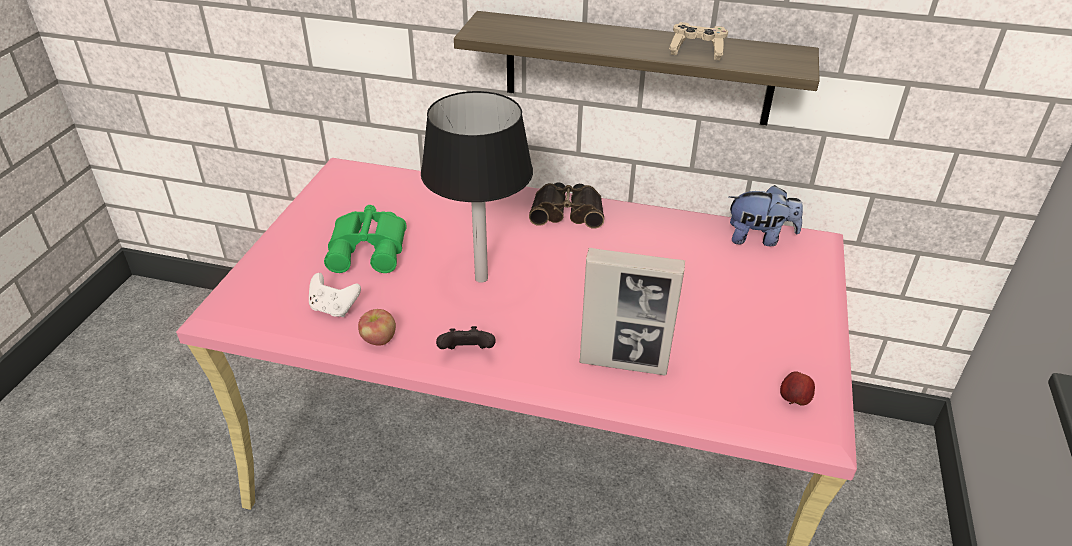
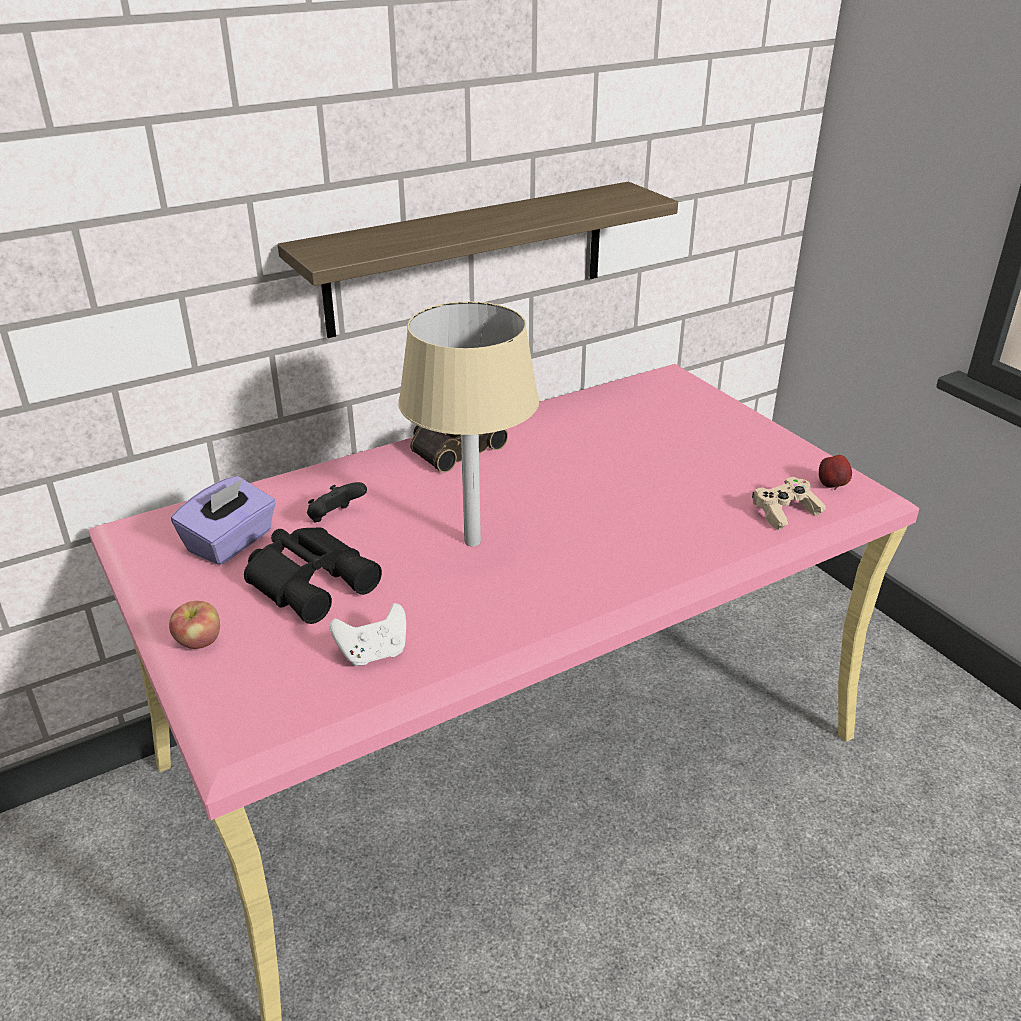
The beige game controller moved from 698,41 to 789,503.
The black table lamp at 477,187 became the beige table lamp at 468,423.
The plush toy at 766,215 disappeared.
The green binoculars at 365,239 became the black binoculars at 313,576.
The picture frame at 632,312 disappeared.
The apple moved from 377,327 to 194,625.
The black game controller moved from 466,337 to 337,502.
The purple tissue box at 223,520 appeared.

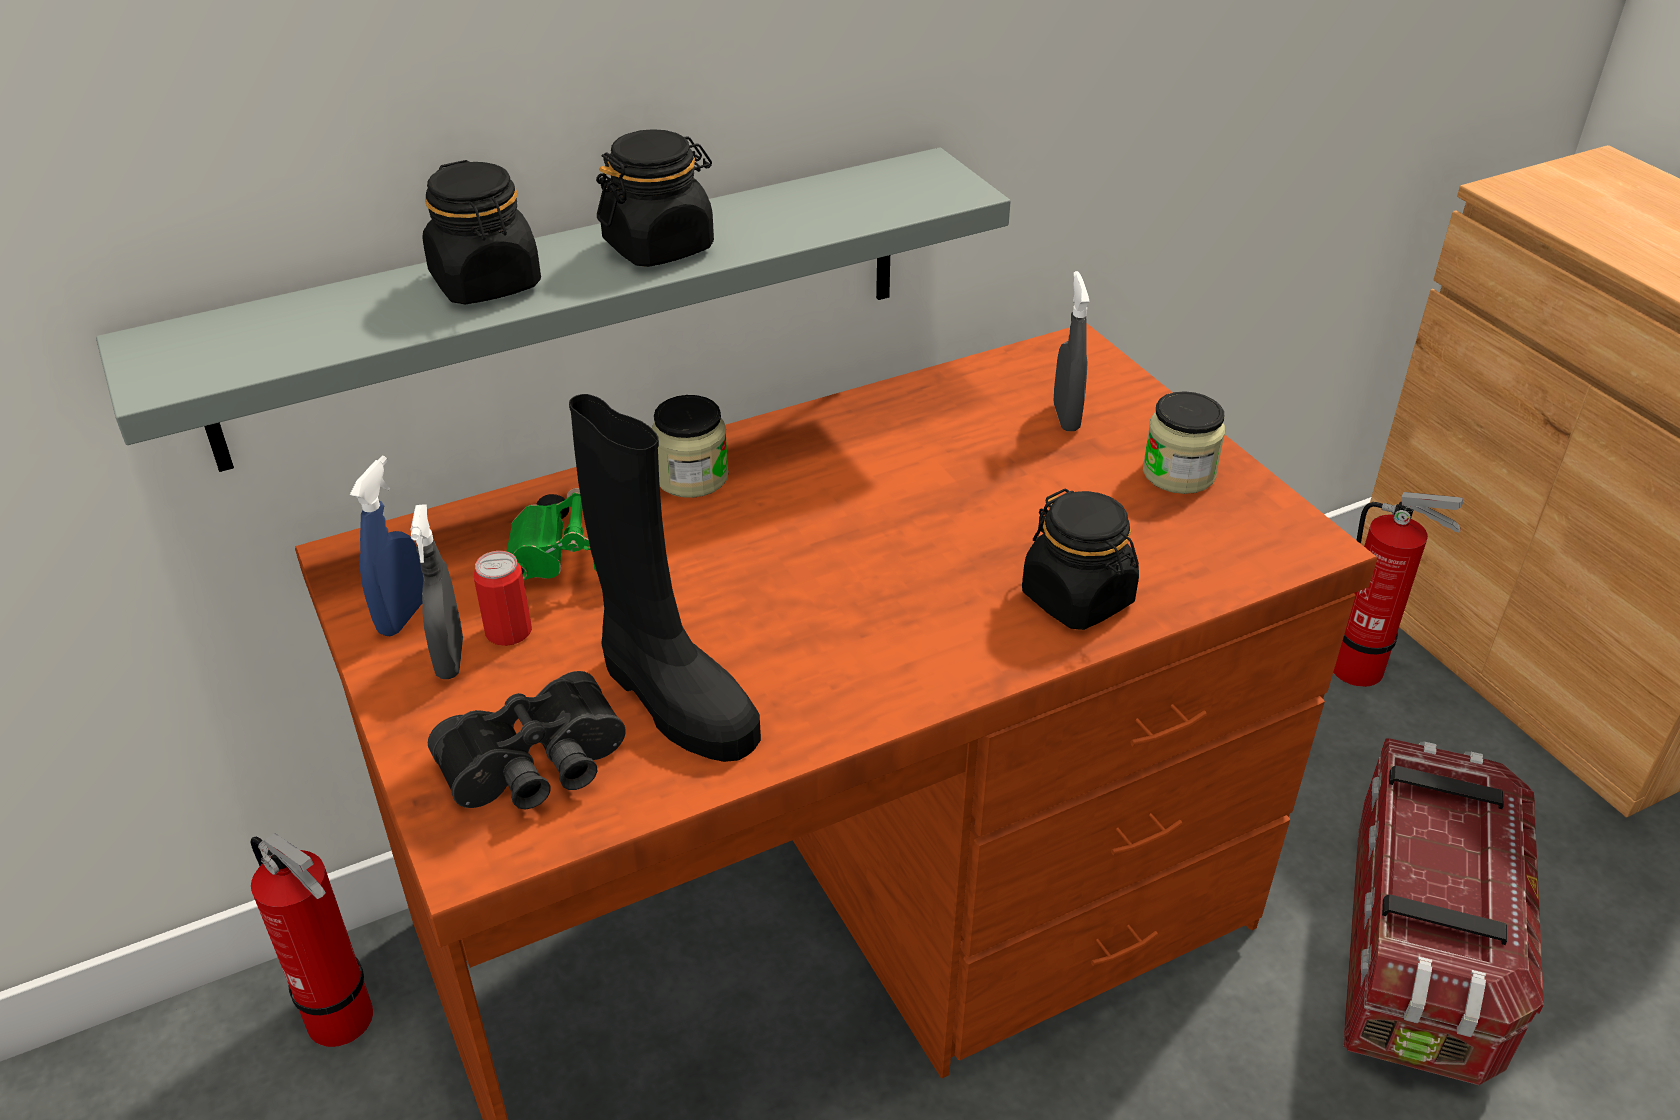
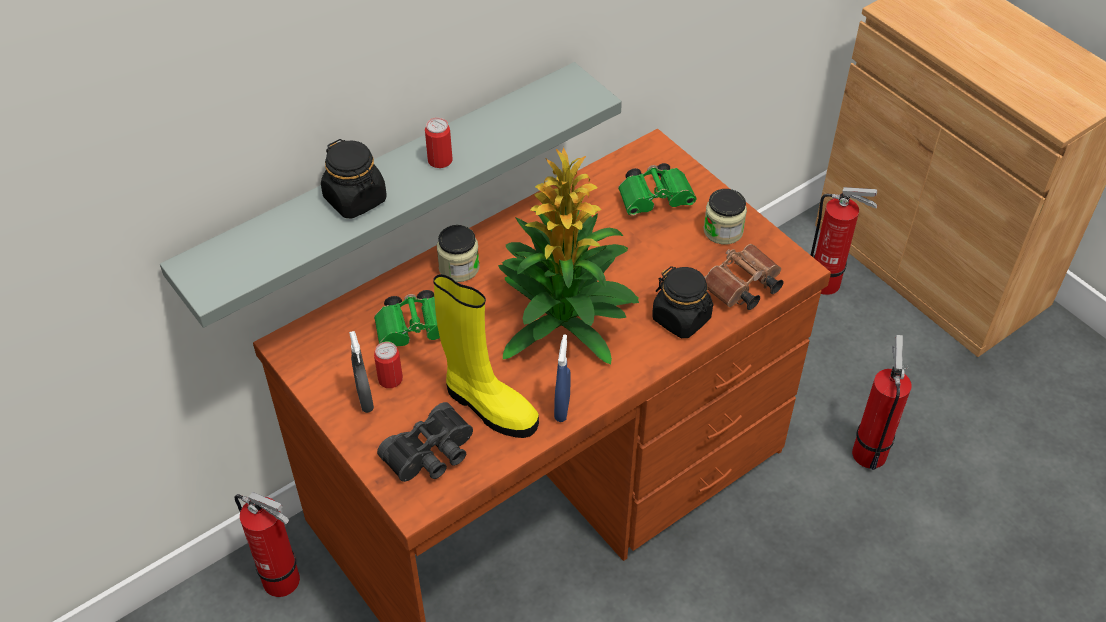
The black jar at 655,198 was replaced by the can at 439,143.
The grey spray bottle at 1071,351 was replaced by the green binoculars at 657,189.
The black boot at 665,578 became the yellow boot at 486,356.
The blue spray bottle moved from 386,546 to 562,378.
The storage box at 1443,911 was replaced by the fire extinguisher at 882,402.
The potted plant at 568,255 appeared.
The brown binoculars at 743,277 appeared.

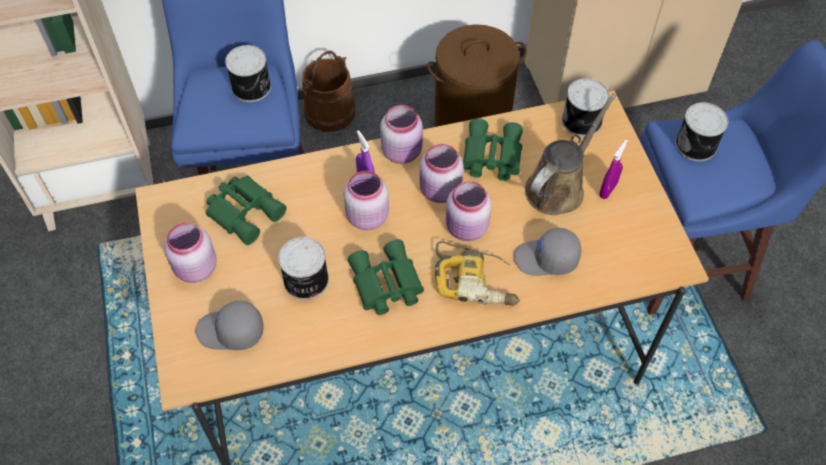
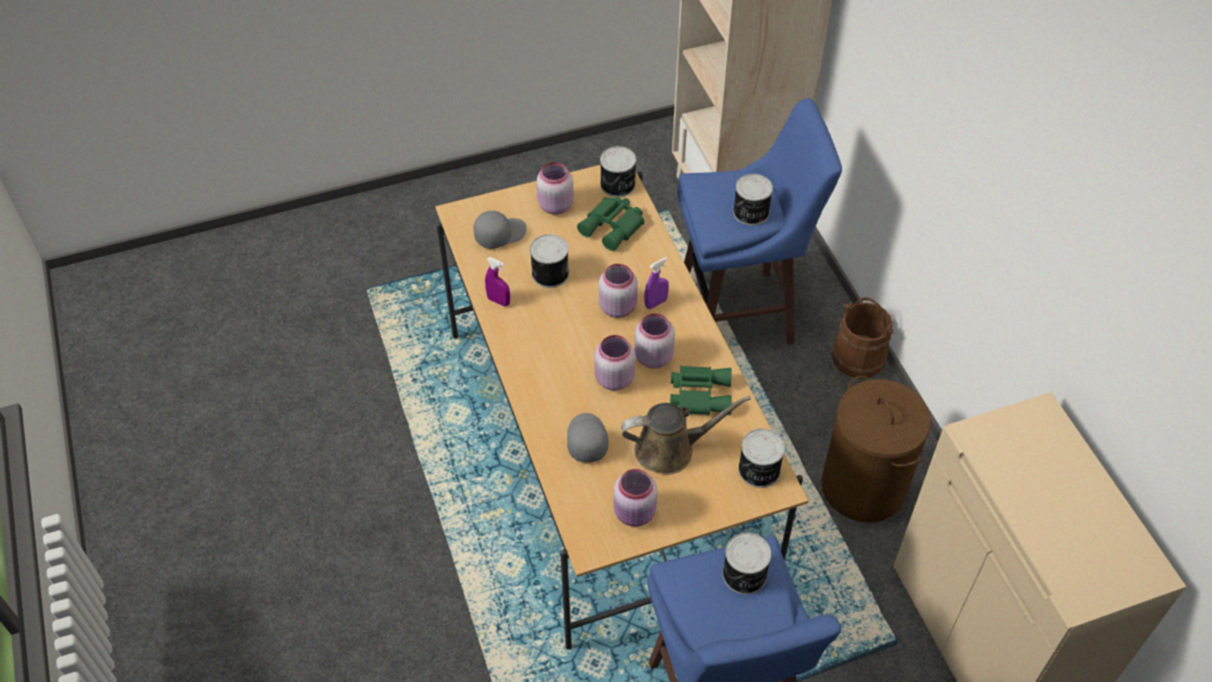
The brown watering can at 571,154 turned 45 degrees counterclockwise.
The pink jar moved from 401,134 to 635,498.
The purple spray bottle moved from 613,169 to 497,281.
The green binoculars at 386,277 disappeared.
The power drill at 477,273 disappeared.
The grey cap at 229,325 turned 60 degrees clockwise.
The can at 618,171 appeared.

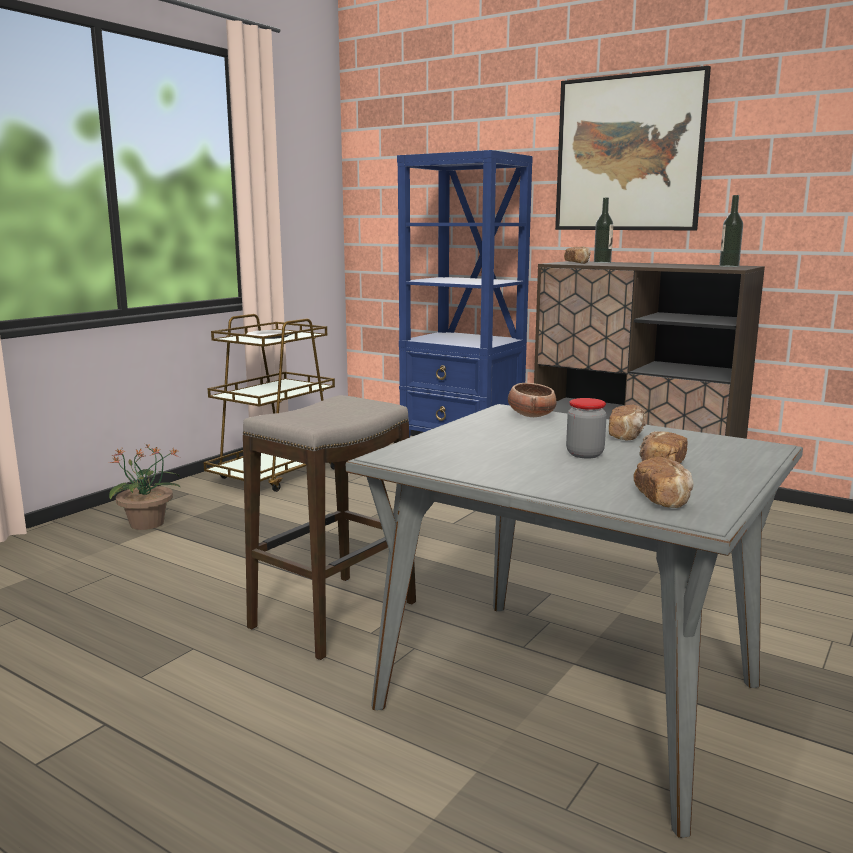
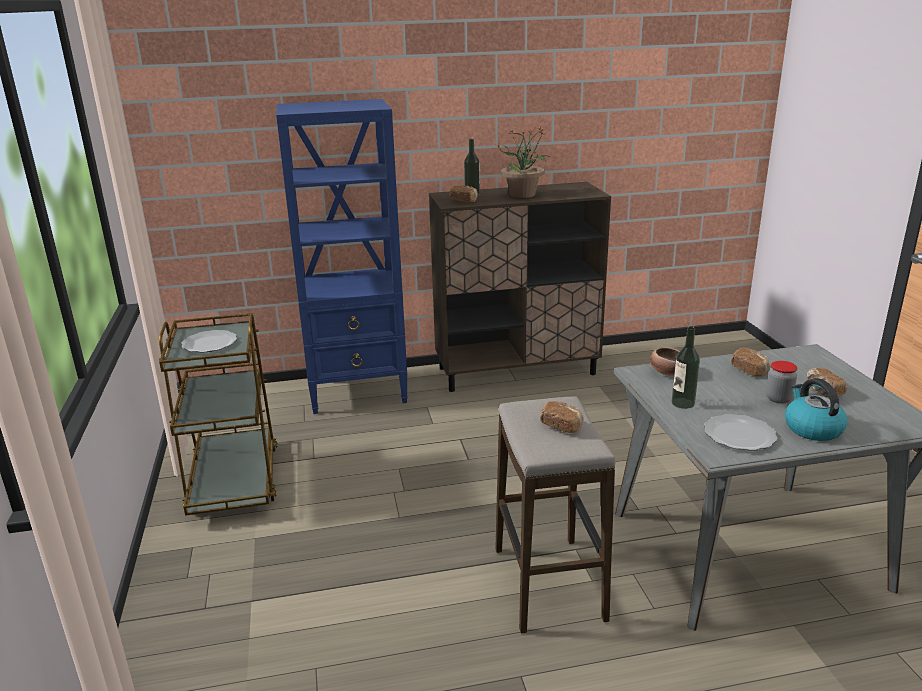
The picture at 633,148 disappeared.
The bottle moved from 731,231 to 686,367.
The potted plant moved from 145,487 to 523,161.
The bread moved from 664,482 to 561,417.
The kettle at 816,409 appeared.
The plate at 740,432 appeared.

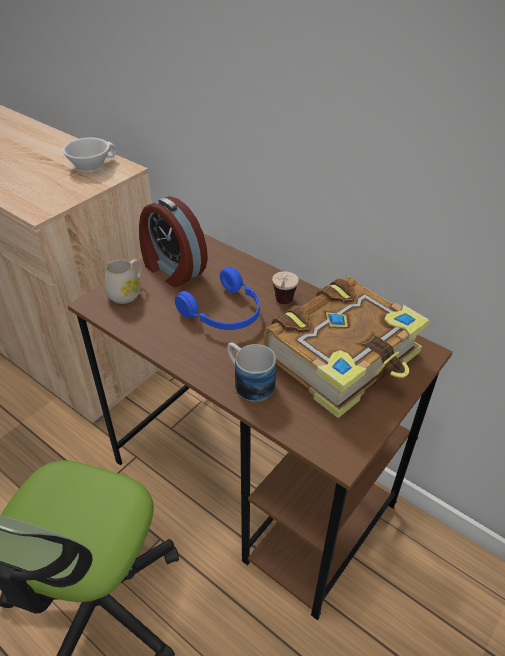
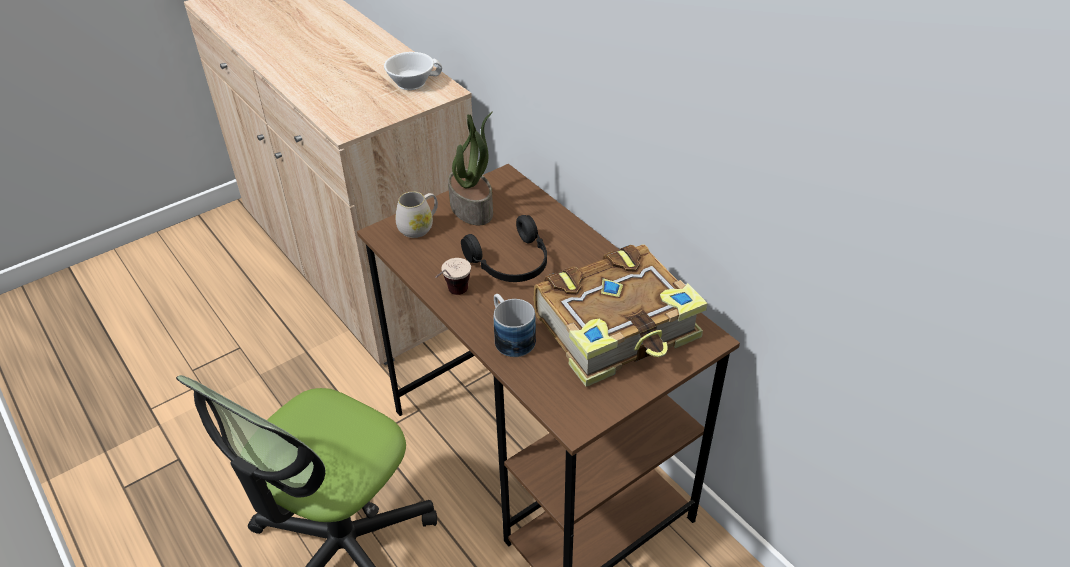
The alarm clock at 173,241 was replaced by the potted plant at 470,168.
The blue headphones at 217,298 became the black headphones at 504,248.
The cup moved from 285,287 to 453,276.

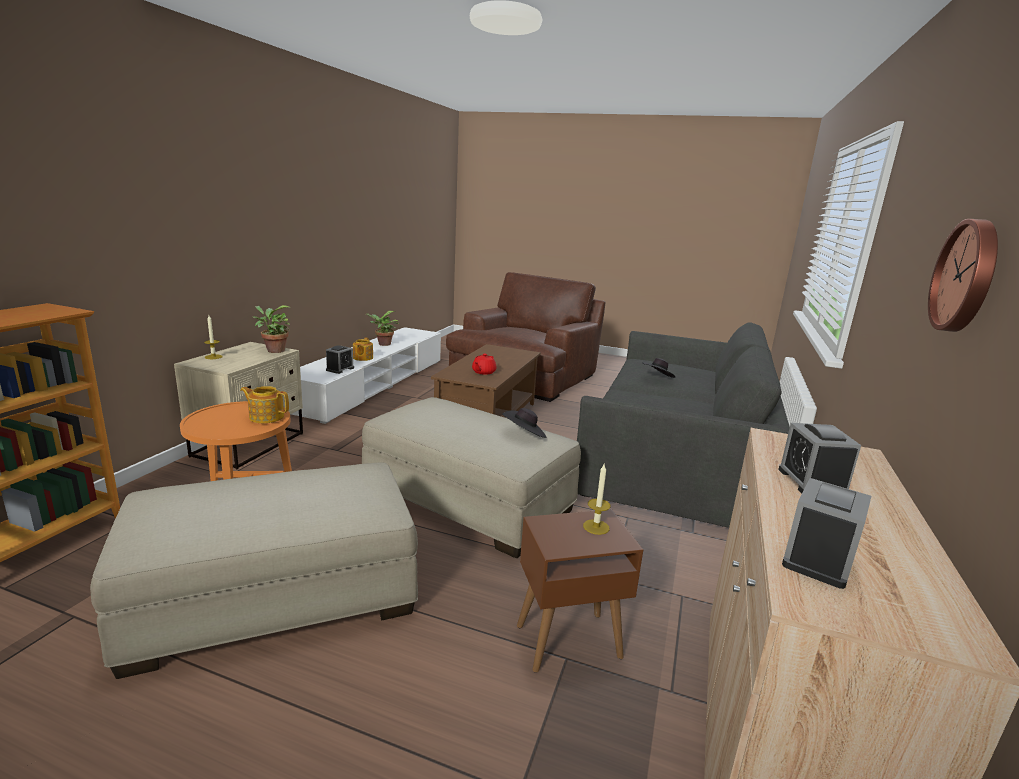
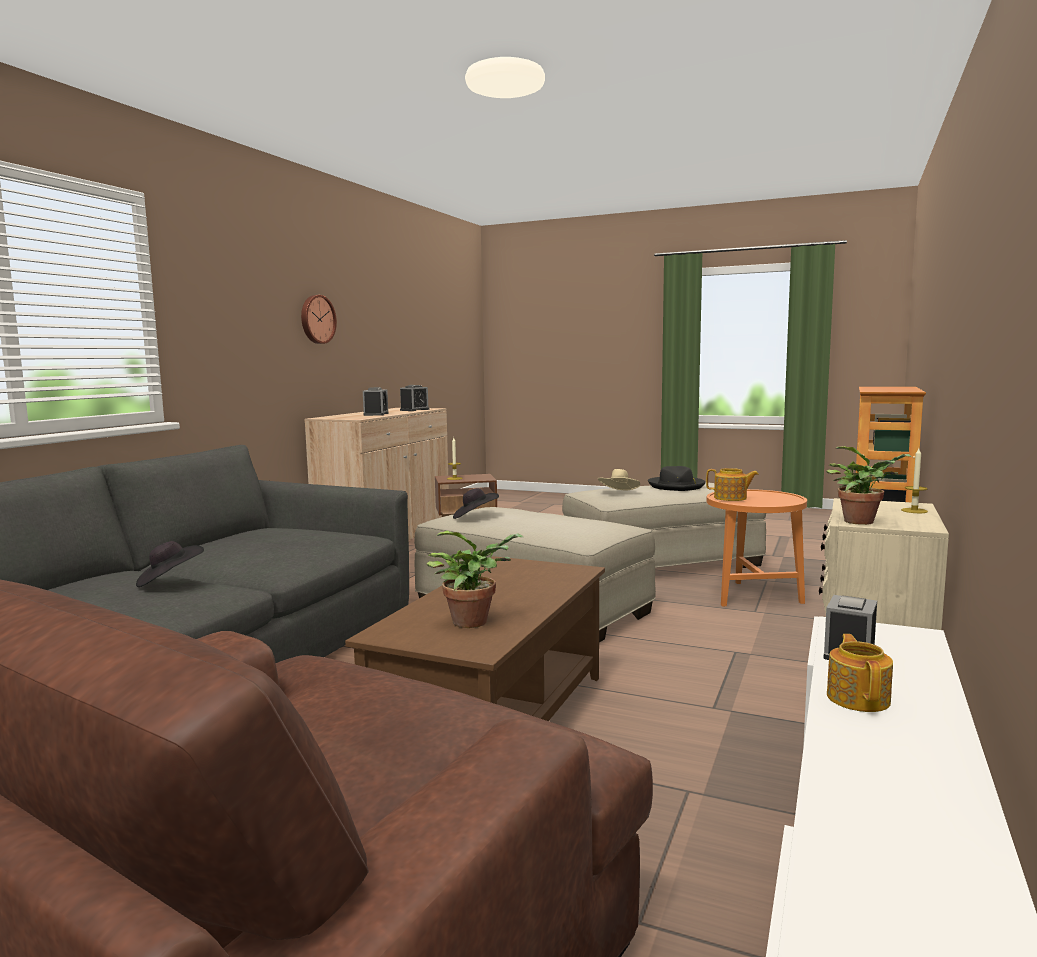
The potted plant moved from 383,328 to 474,579.
The red teapot at 484,364 disappeared.
The black hat at 676,478 appeared.
The beige hat at 619,479 appeared.

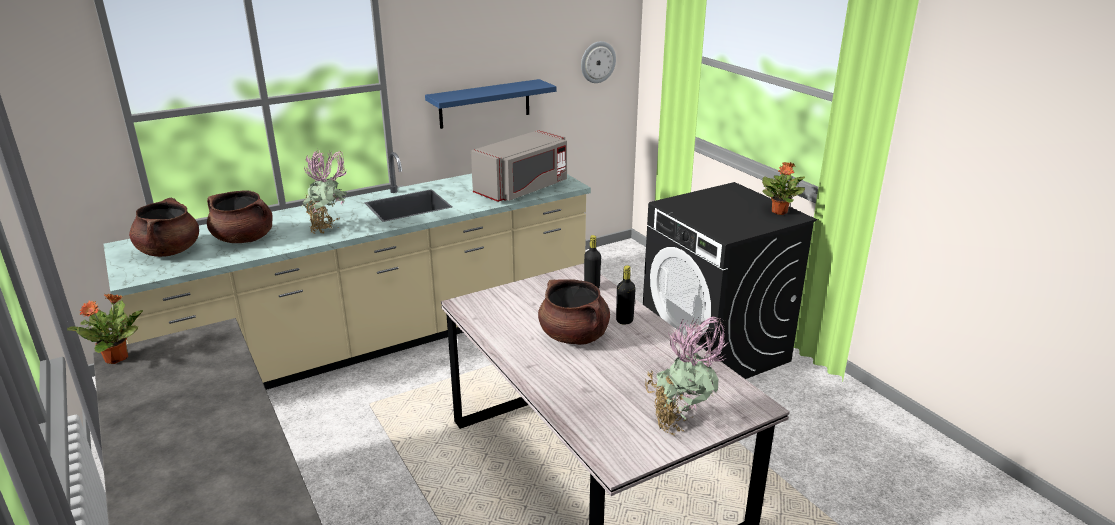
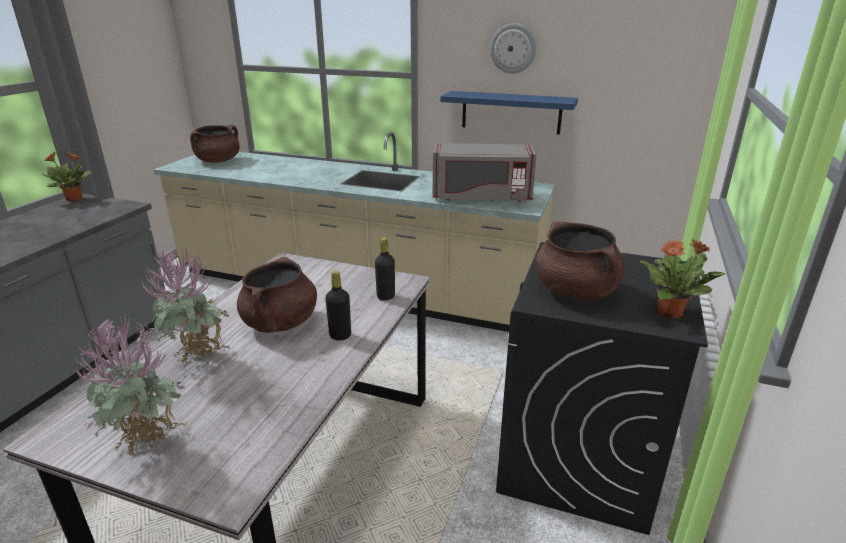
The wall clock moved from 598,62 to 513,48.
The potted plant moved from 324,191 to 185,304.
The brown cooking pot moved from 240,216 to 580,261.

